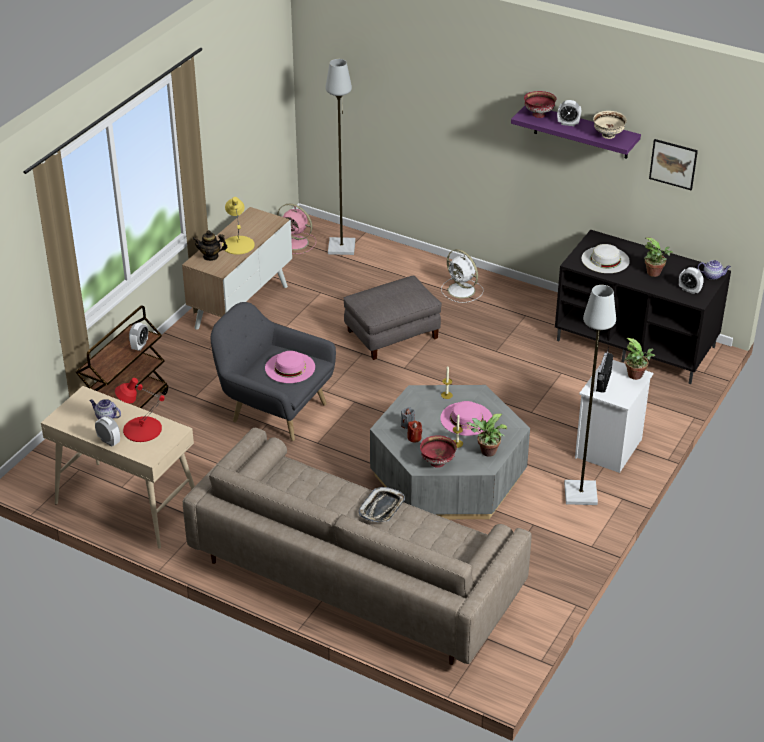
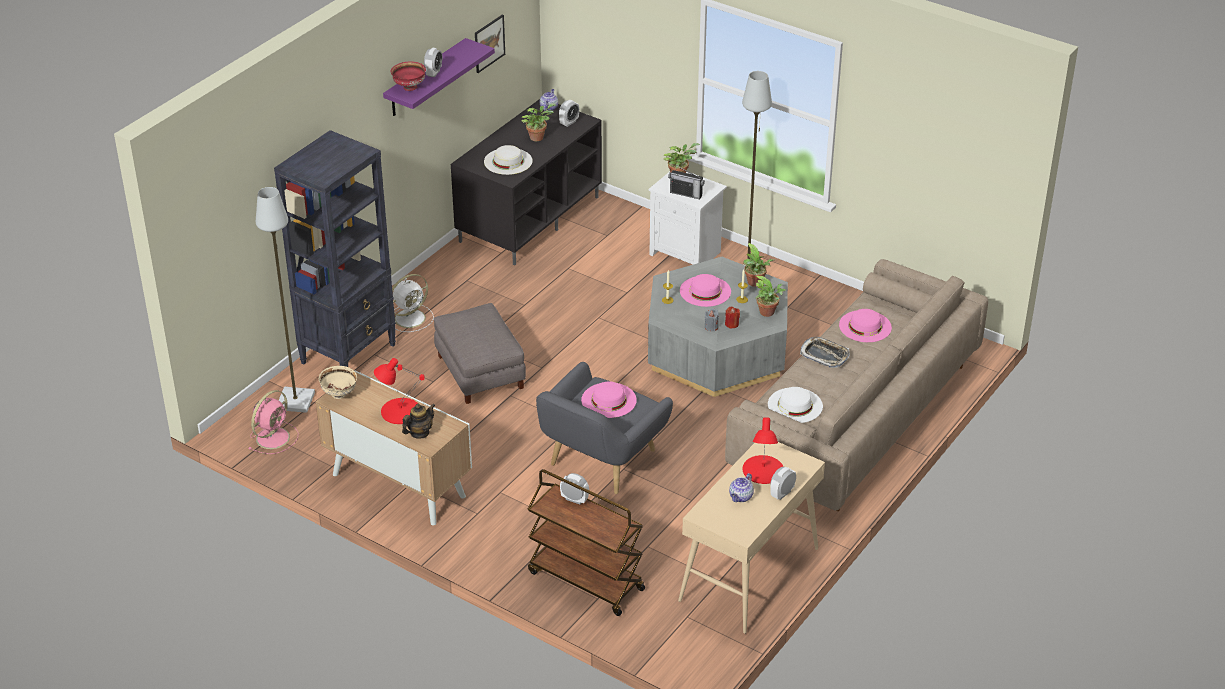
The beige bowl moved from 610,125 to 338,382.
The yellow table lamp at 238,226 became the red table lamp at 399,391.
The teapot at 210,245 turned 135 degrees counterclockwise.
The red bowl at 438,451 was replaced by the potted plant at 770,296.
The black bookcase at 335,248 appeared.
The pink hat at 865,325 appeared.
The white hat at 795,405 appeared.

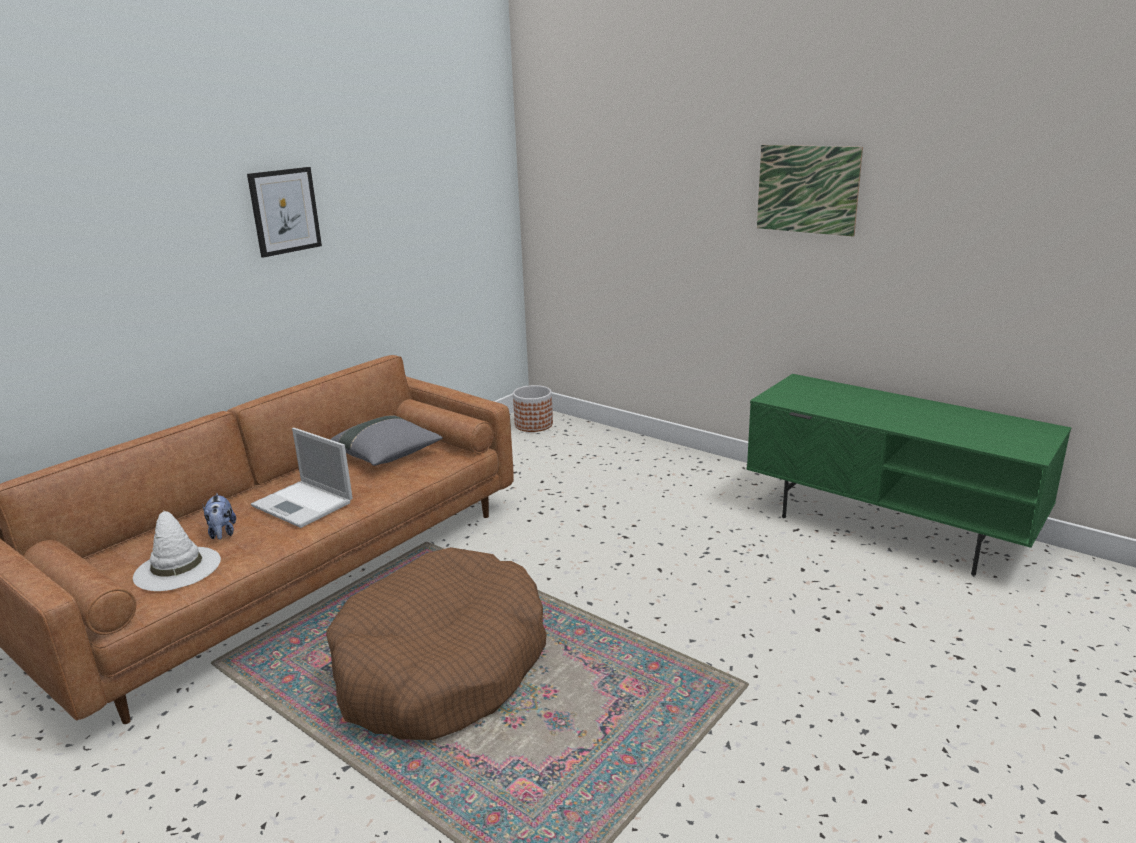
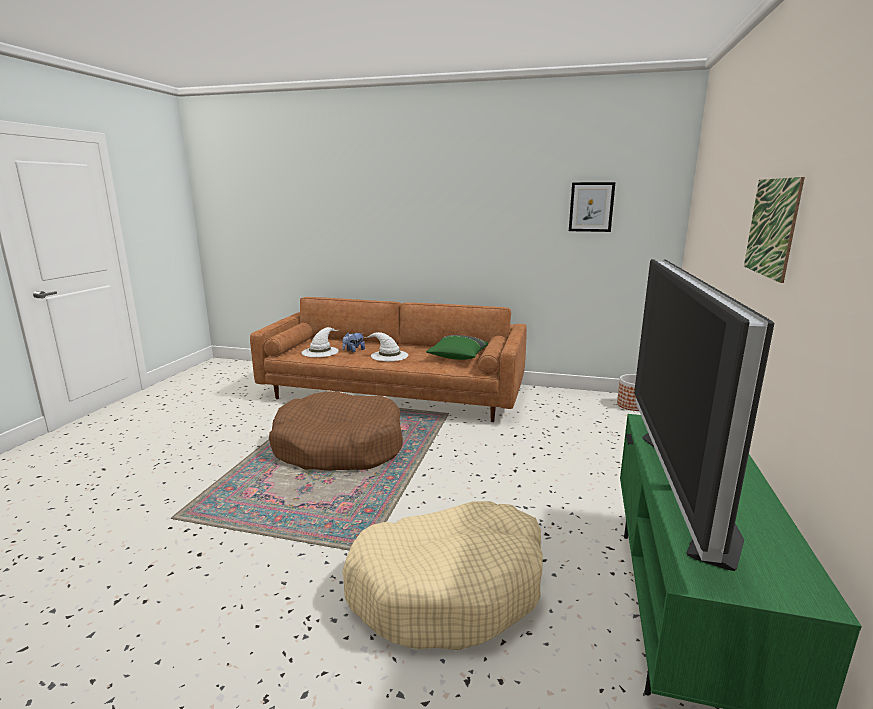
The picture moved from 284,212 to 592,207.
The grey pillow at 386,441 became the green pillow at 457,347.
The laptop at 302,478 was replaced by the white hat at 386,346.
The television at 704,415 appeared.
The beige dog bed at 443,575 appeared.

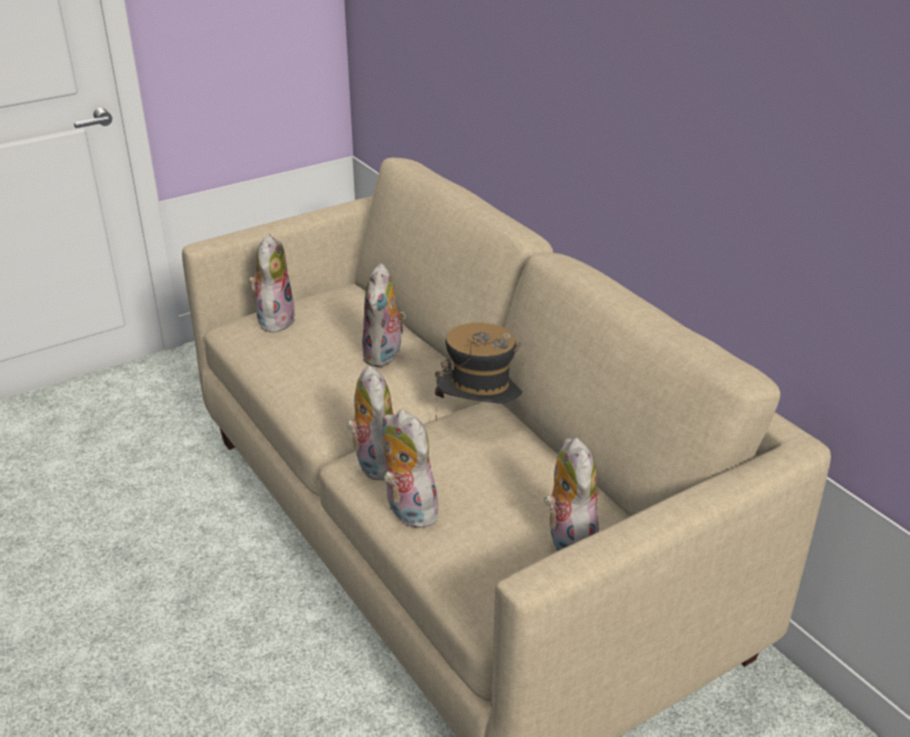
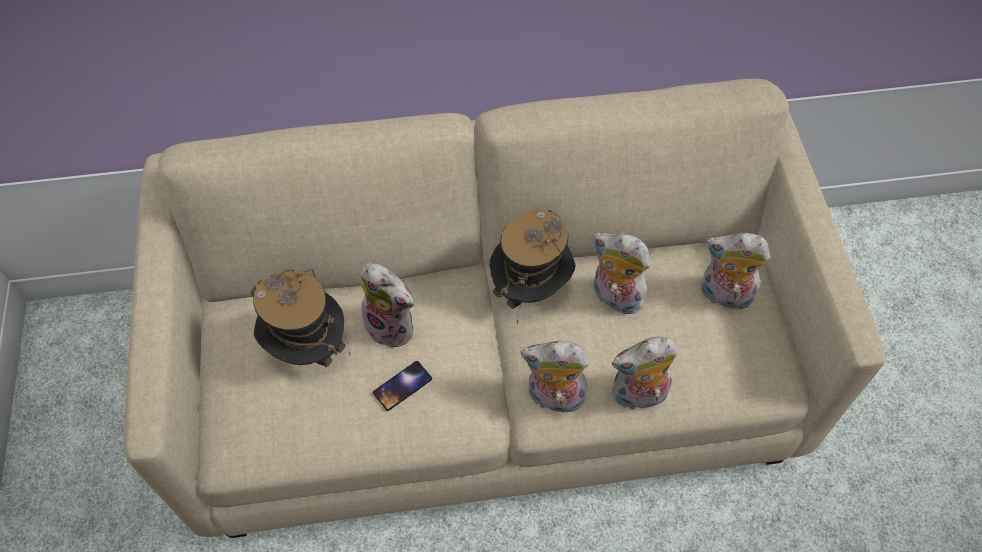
The plush toy moved from 272,283 to 621,273.
The hat at 300,318 appeared.
The phone at 402,386 appeared.

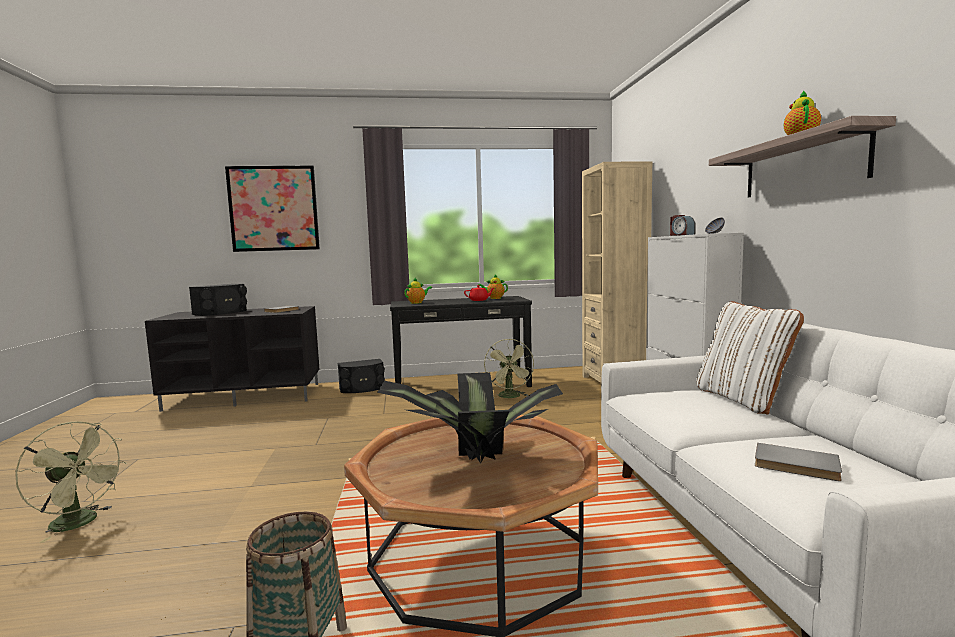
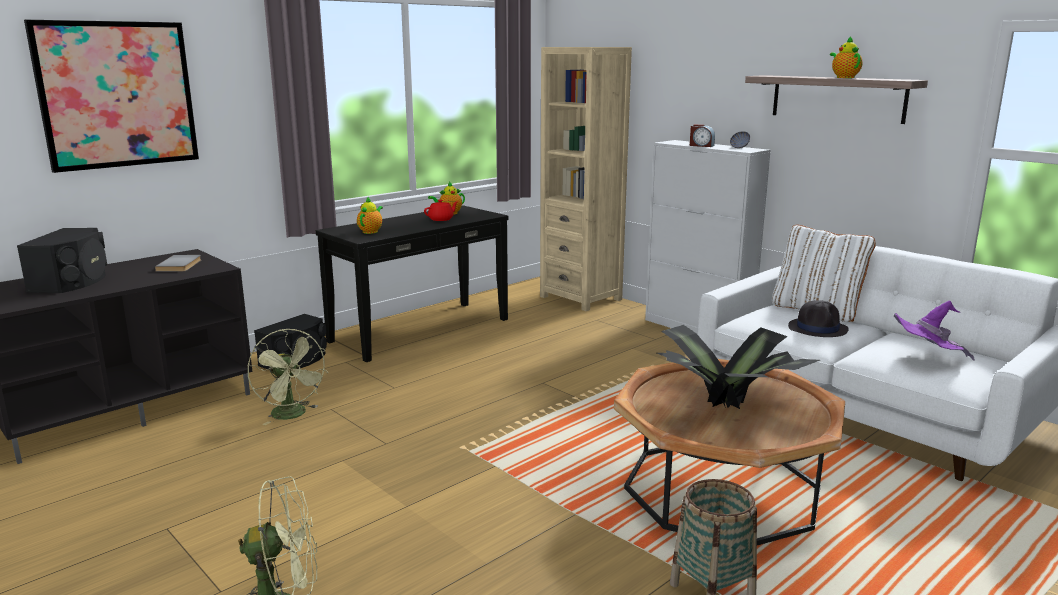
The green fan moved from 509,368 to 287,377.
The grey book at 798,462 was replaced by the purple hat at 934,331.
The black hat at 818,318 appeared.

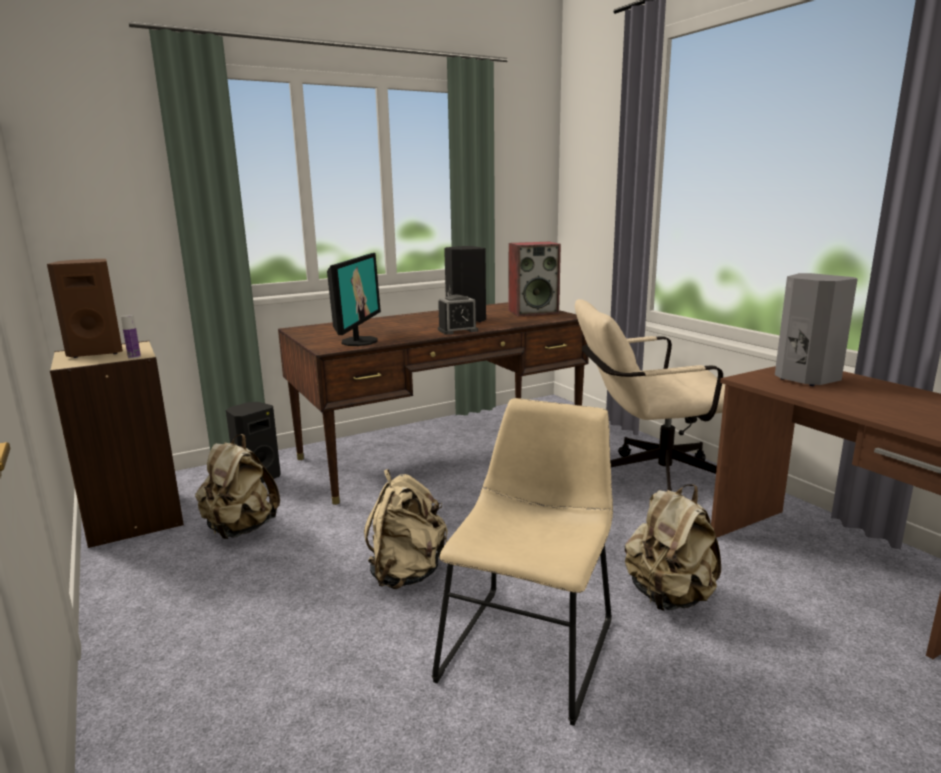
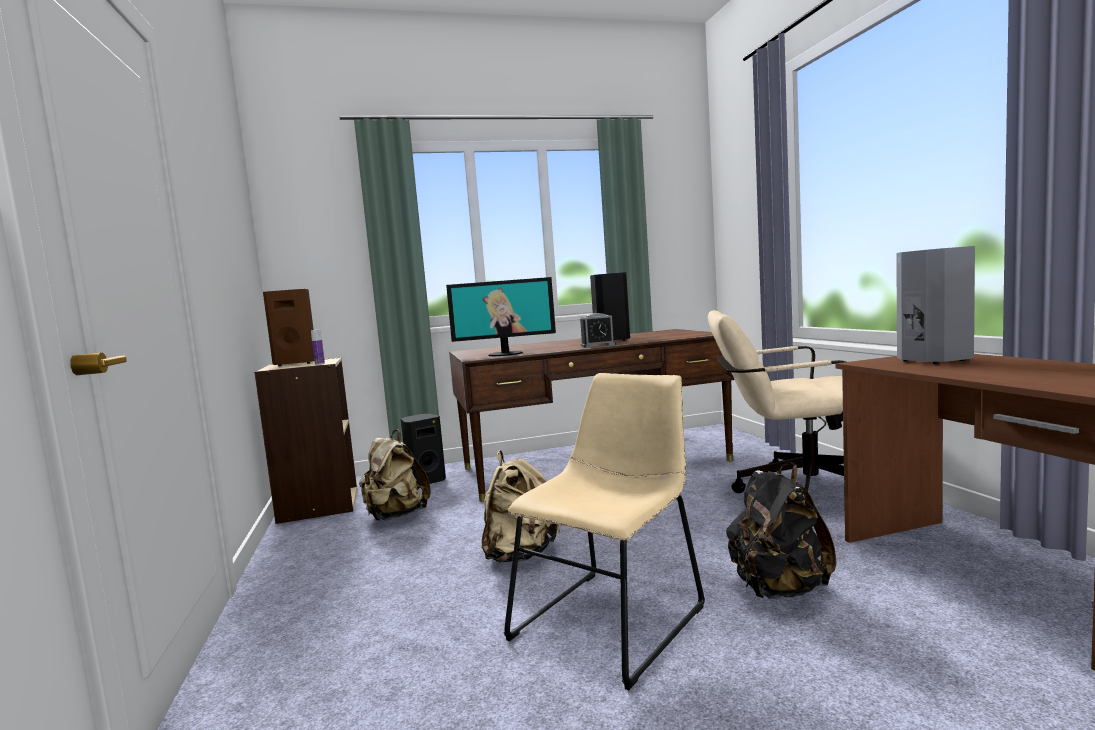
The speaker at 535,279 disappeared.
The monitor at 354,299 turned 60 degrees clockwise.
The beige backpack at 673,547 became the black backpack at 781,530.

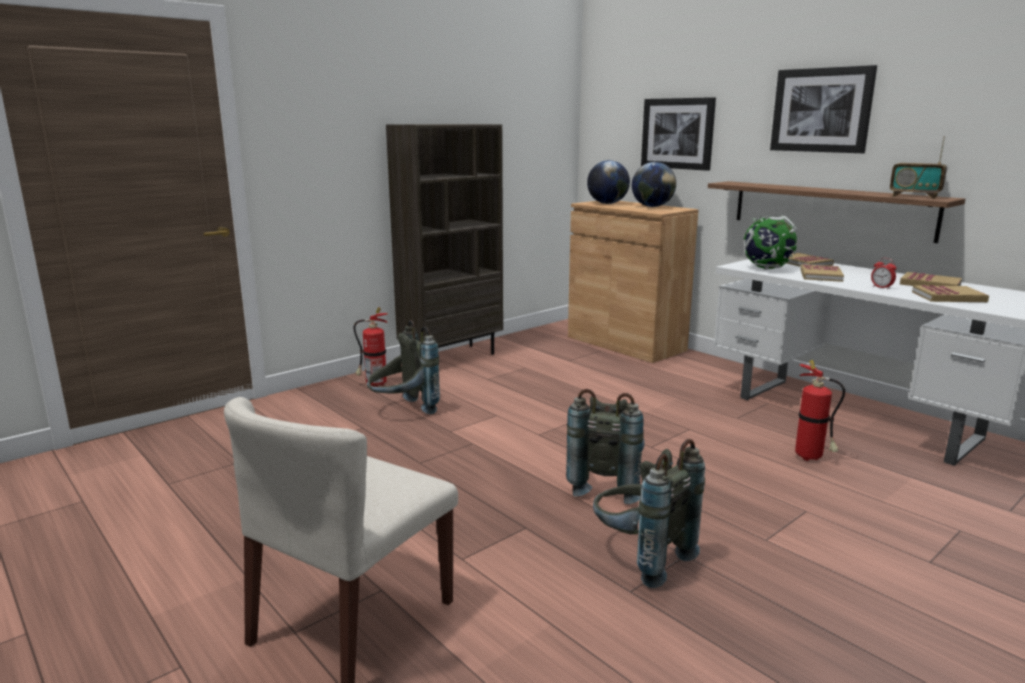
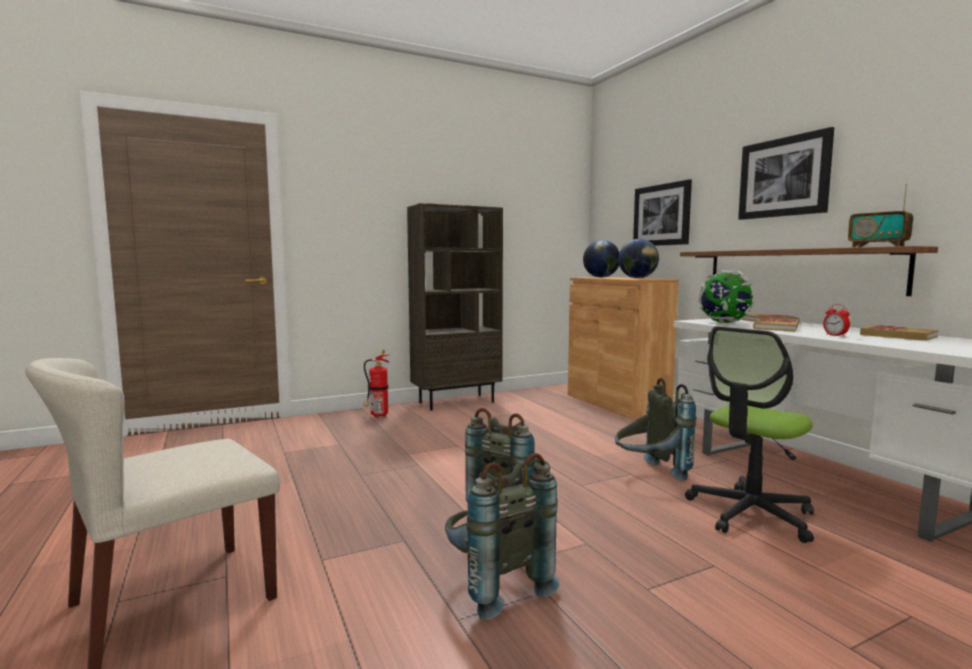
The book at 950,293 disappeared.
The grey backpack moved from 403,367 to 655,429.
The fire extinguisher at 820,410 was replaced by the office chair at 749,434.

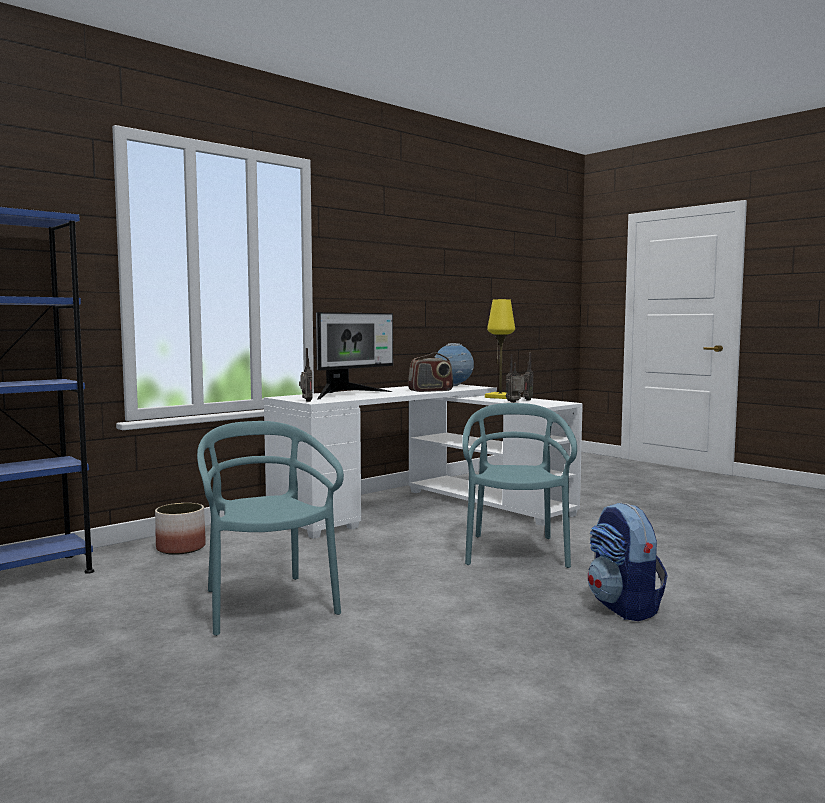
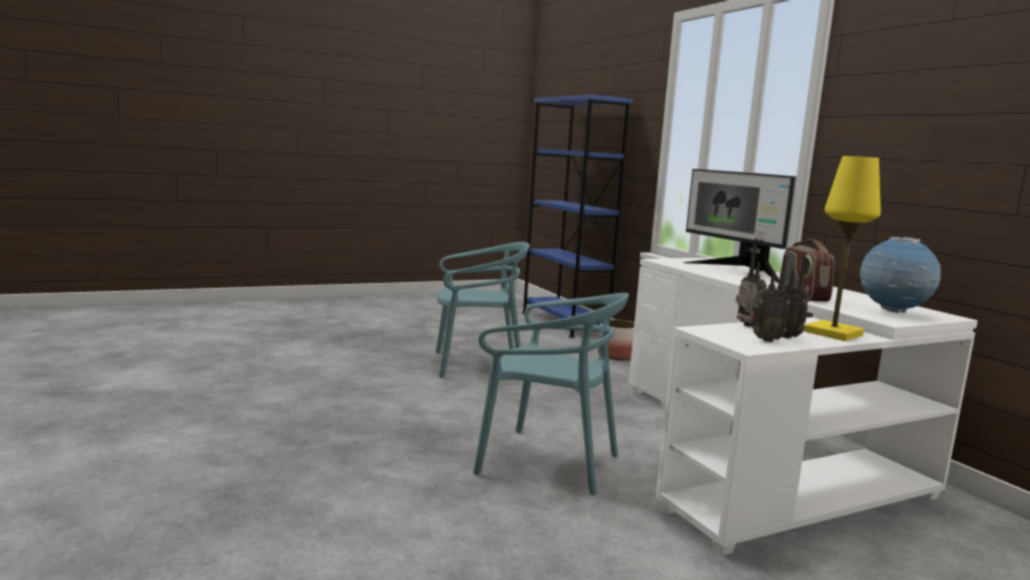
The radio moved from 305,375 to 770,298.
The backpack at 628,562 disappeared.

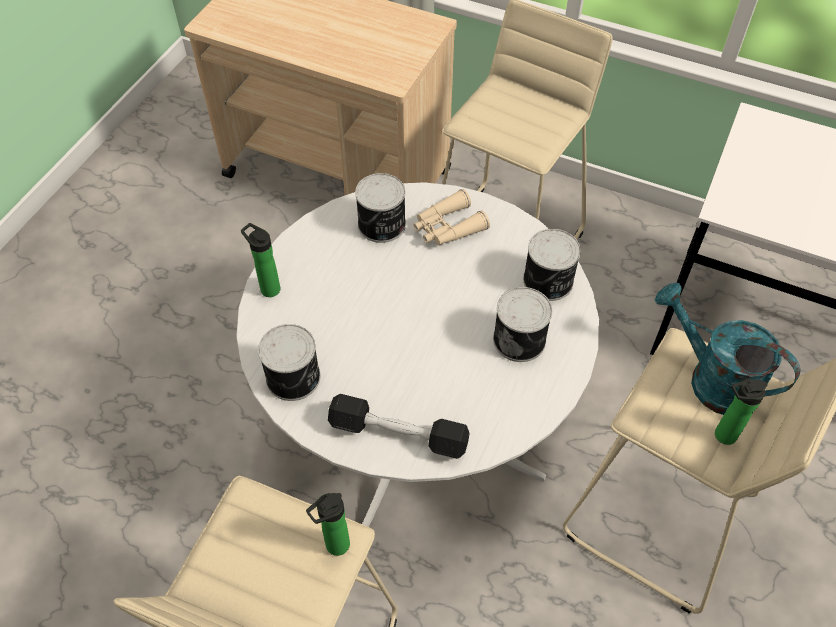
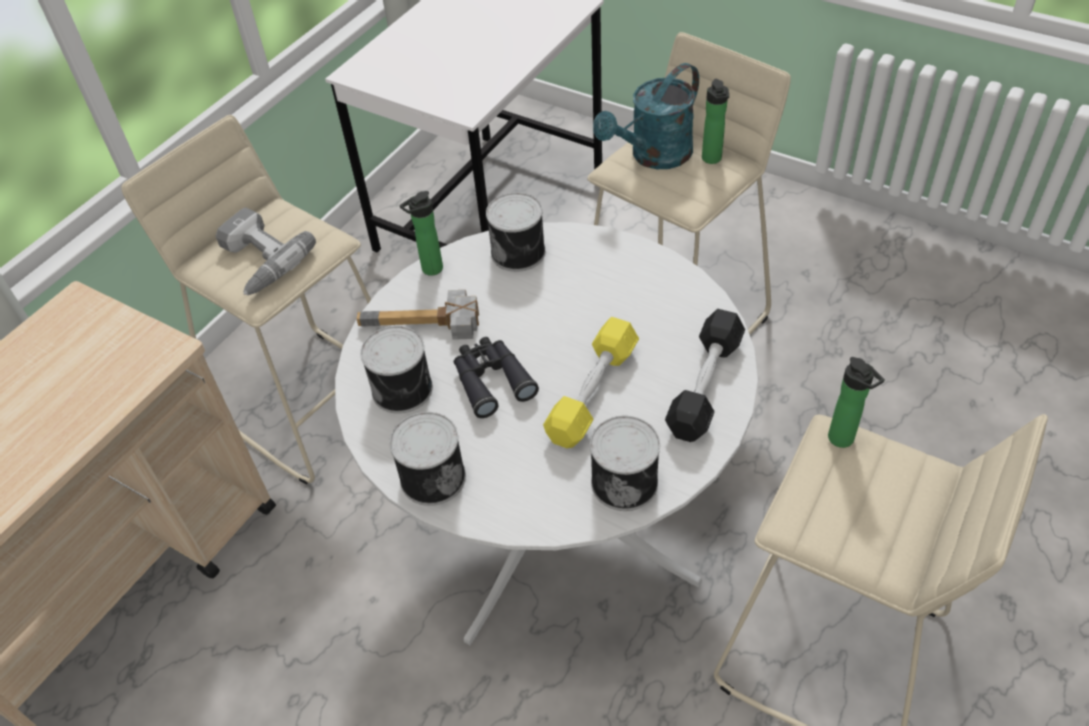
The beige binoculars at 451,217 was replaced by the hammer at 418,315.
The bottle moved from 260,260 to 421,233.
The can moved from 522,324 to 427,459.
The power drill at 266,251 appeared.
The yellow dumbbell at 591,382 appeared.
The black binoculars at 496,377 appeared.

